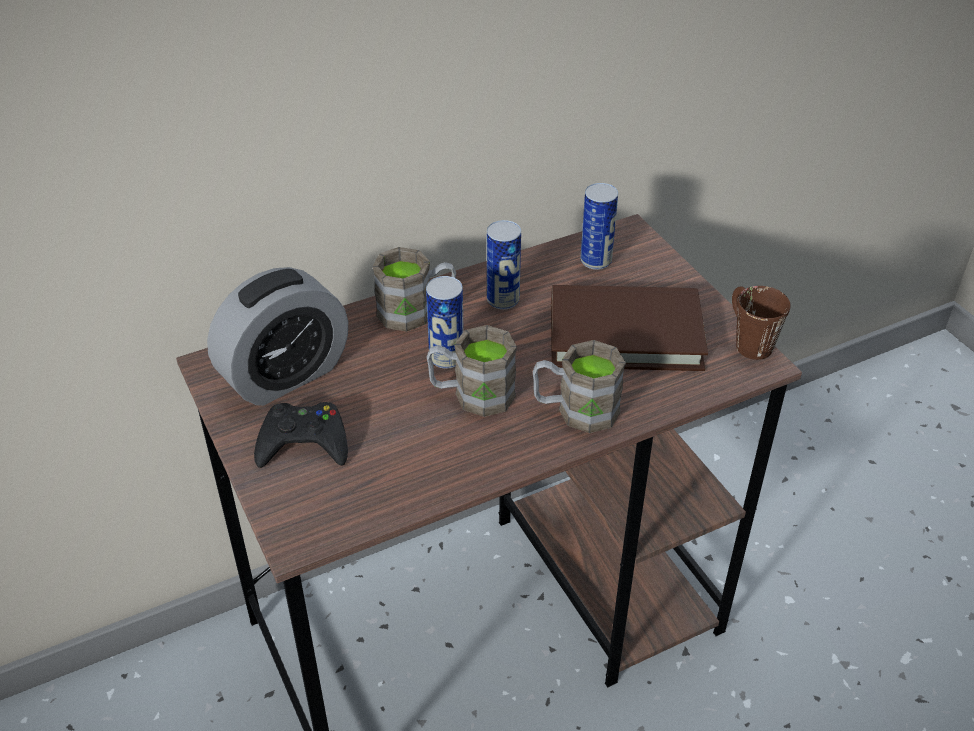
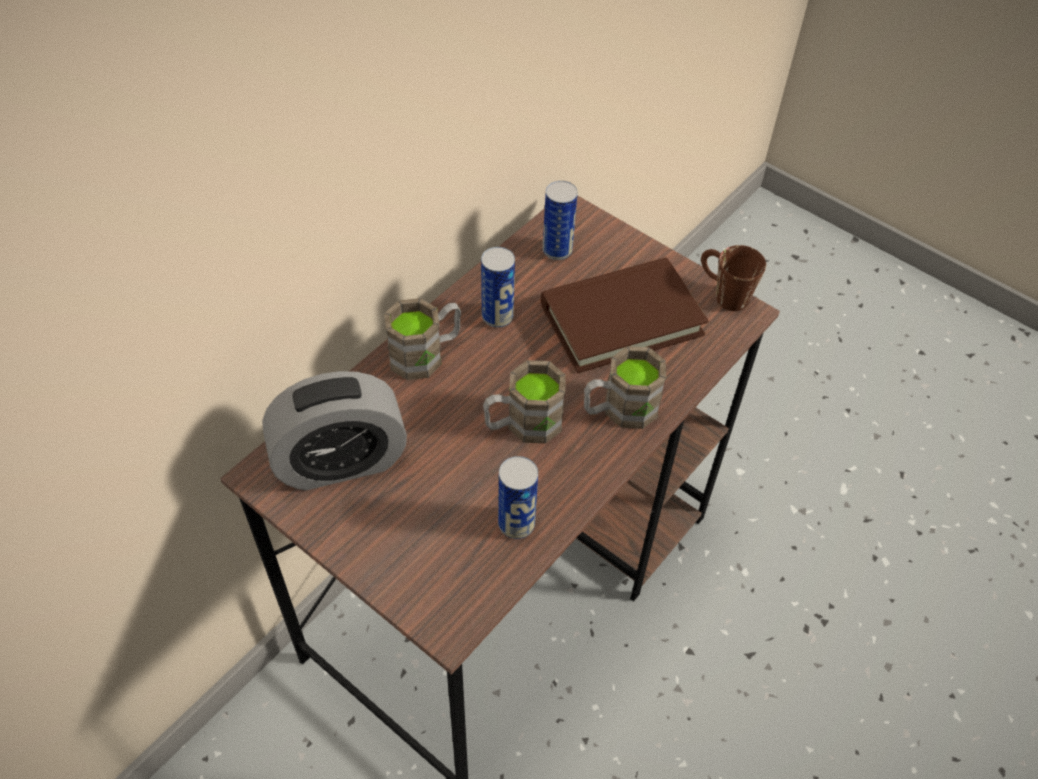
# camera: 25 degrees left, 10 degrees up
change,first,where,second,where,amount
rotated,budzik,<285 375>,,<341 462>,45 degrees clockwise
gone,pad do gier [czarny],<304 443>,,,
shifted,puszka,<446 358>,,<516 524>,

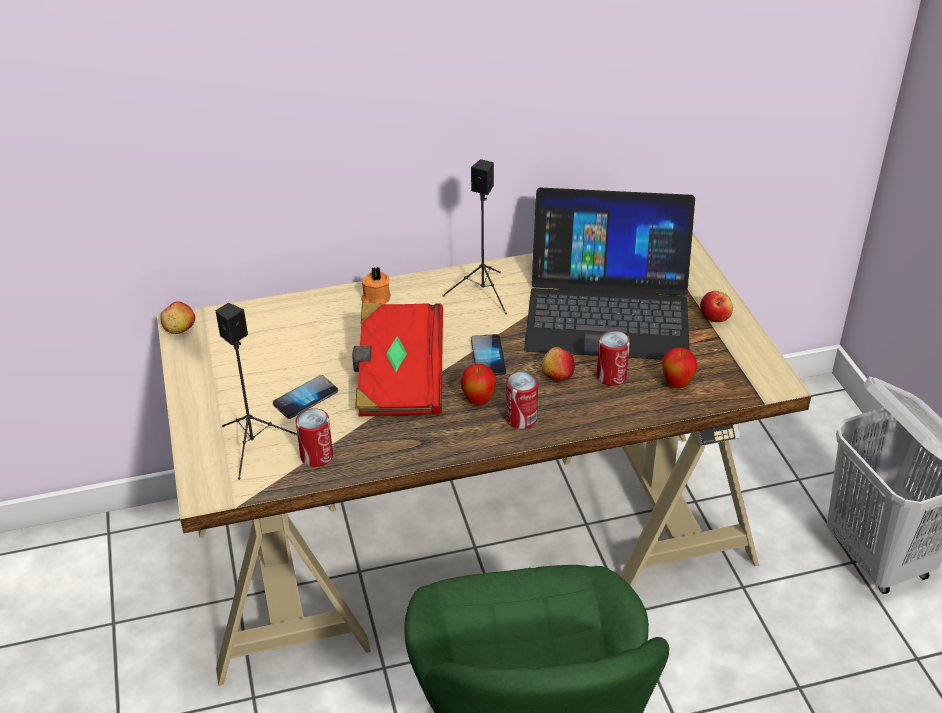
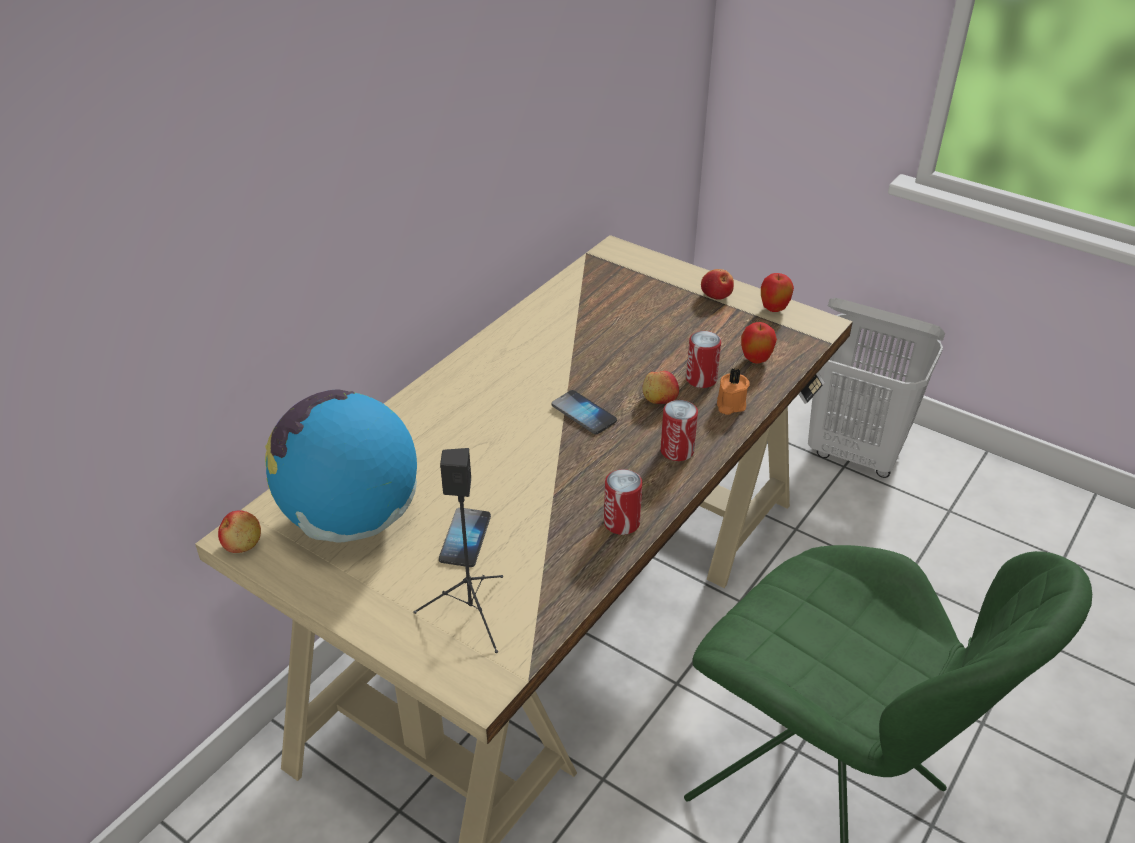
# camera: 40 degrees left, 0 degrees up
change,first,where,second,where,amount
shifted,puszka,<316 456>,,<621 522>,
gone,książka [czerwony],<398 379>,,,
shifted,świeca [pomarańczowy],<376 298>,,<729 405>,
gone,głośnik [czarny],<483 294>,,,
shifted,jabłko,<478 401>,,<774 309>,
gone,laptop,<608 309>,,,
new,,,globus,<352 519>,

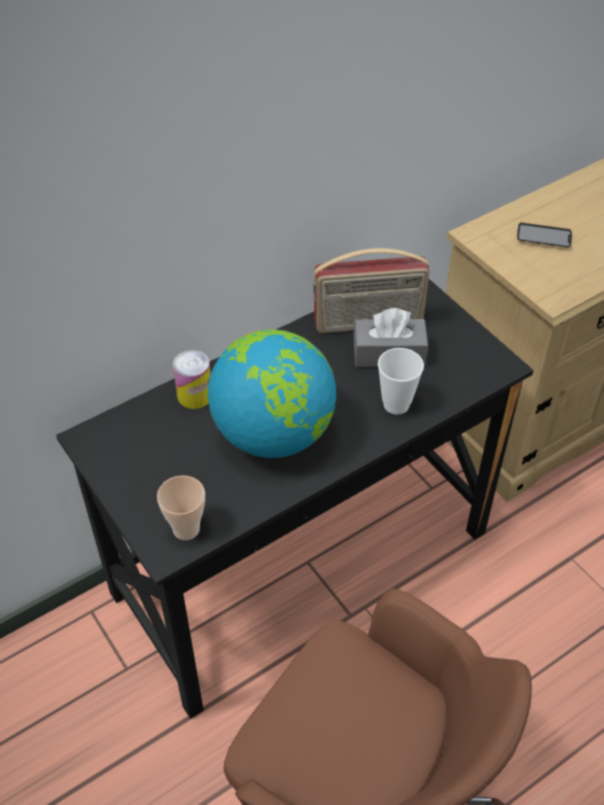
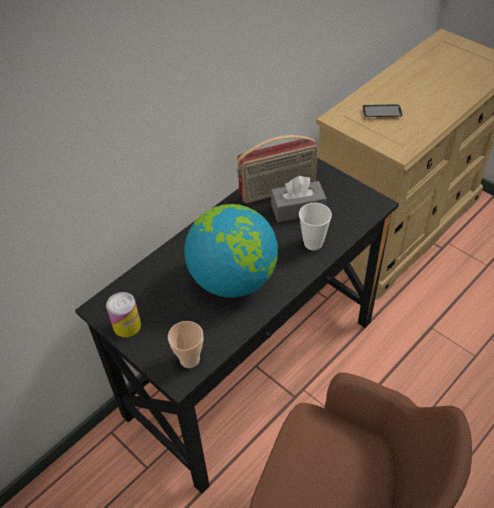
# camera: 10 degrees left, 0 degrees up
change,first,where,second,where,amount
shifted,puszka,<195 395>,,<127 325>,

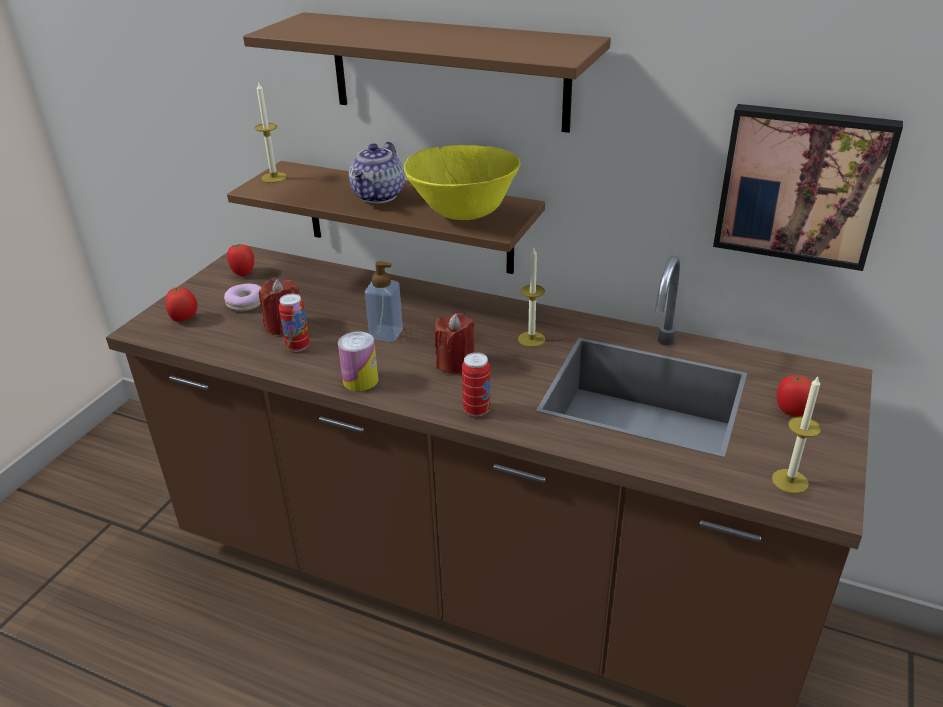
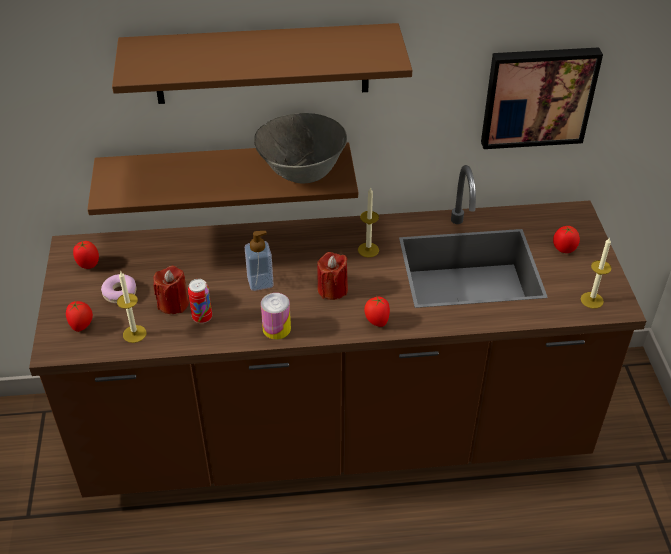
# camera: 30 degrees left, 10 degrees up
change,first,where,second,where,amount
shifted,świeca,<274 177>,,<134 334>,
gone,imbryk,<379 196>,,,
repainted,miska [żółty],<463 214>,miska [szary],<302 173>,
swapped,puszka,<476 410>,pomidor,<376 321>,

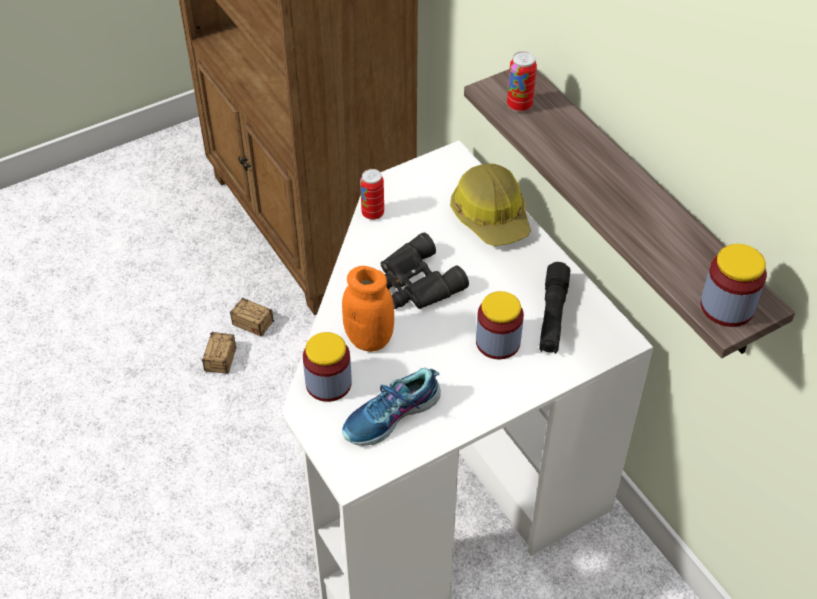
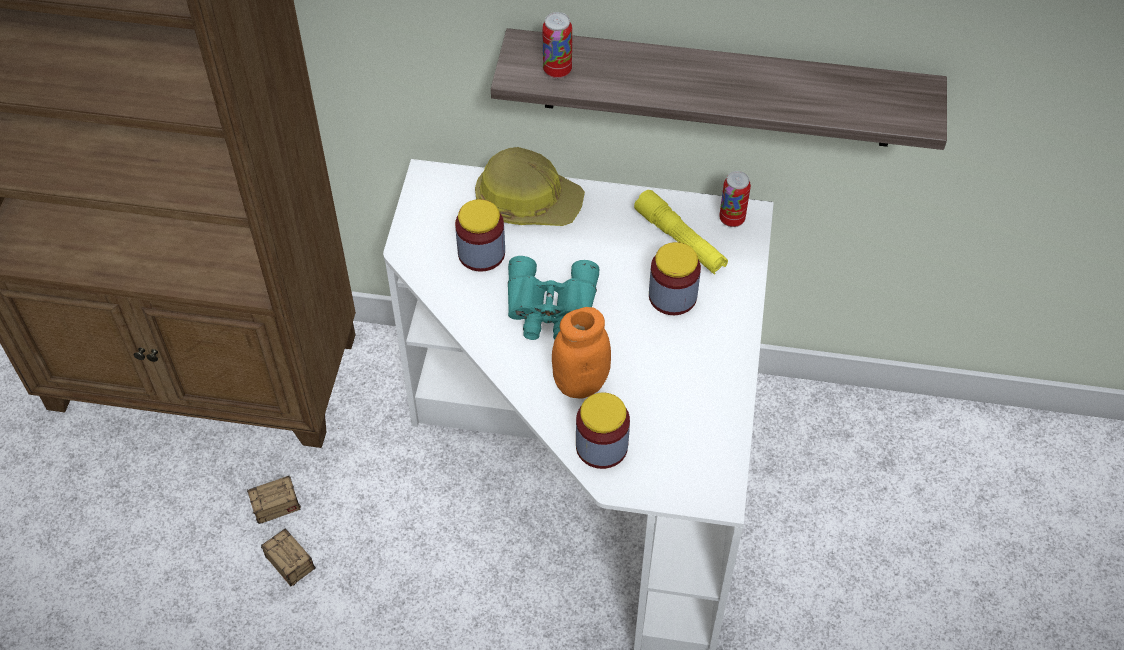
# camera: 50 degrees left, 5 degrees up
change,first,where,second,where,amount
gone,but,<392 416>,,,
shifted,puszka,<373 213>,,<732 219>,
repainted,lornetka [czarny],<415 284>,lornetka [turkusowy],<550 308>,
repainted,latarka [czarny],<552 315>,latarka [żółty],<680 240>,
shifted,słoik,<727 306>,,<481 253>,

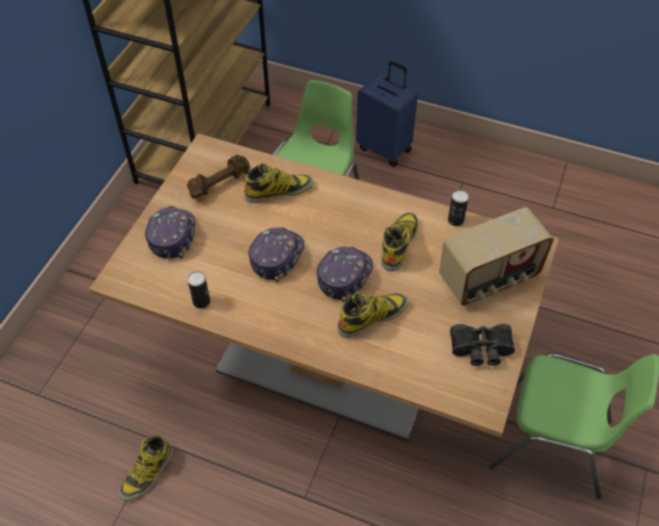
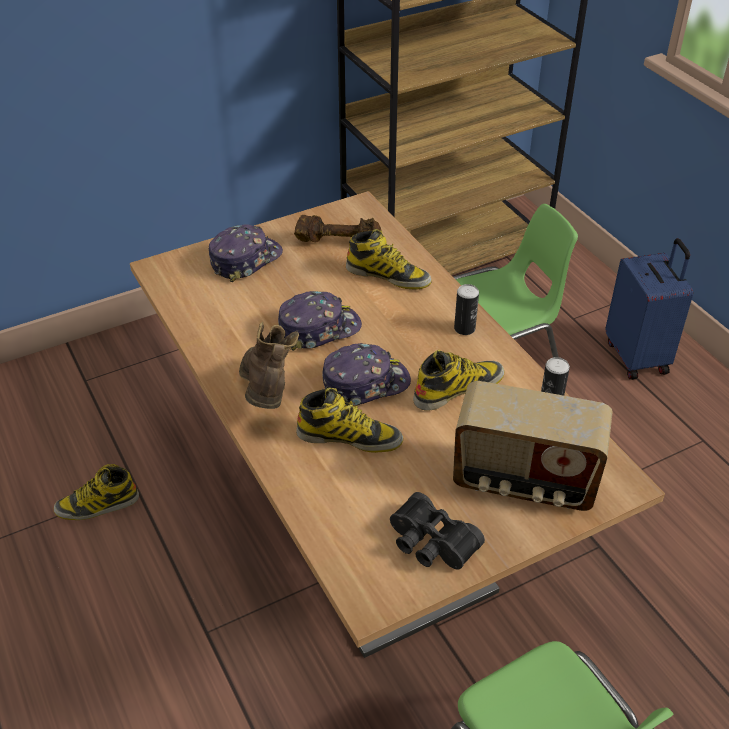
# camera: 40 degrees right, 10 degrees down
change,first,where,second,where,amount
shifted,puszka,<201 301>,,<464 328>,
new,,,but z cholewką [brązowy],<267 396>,

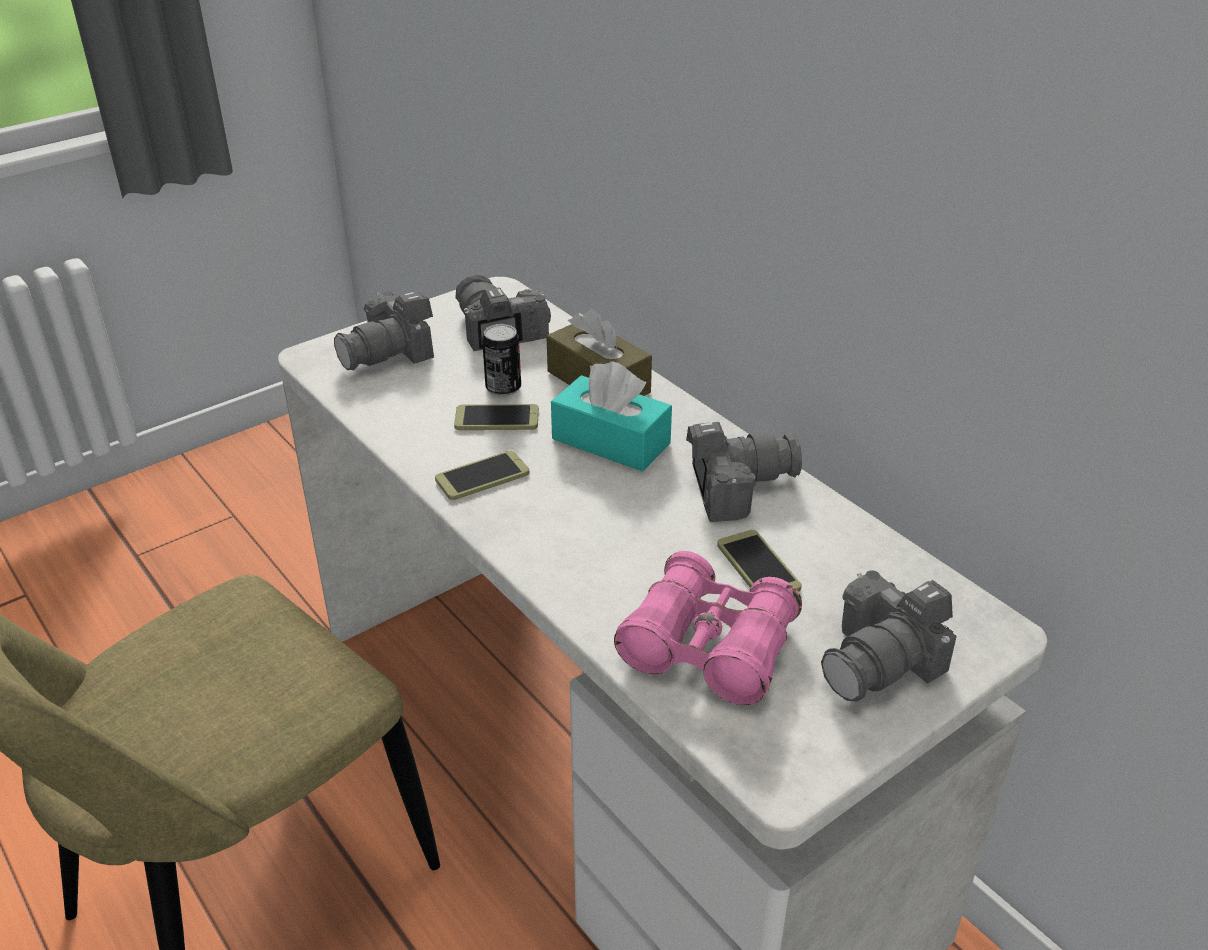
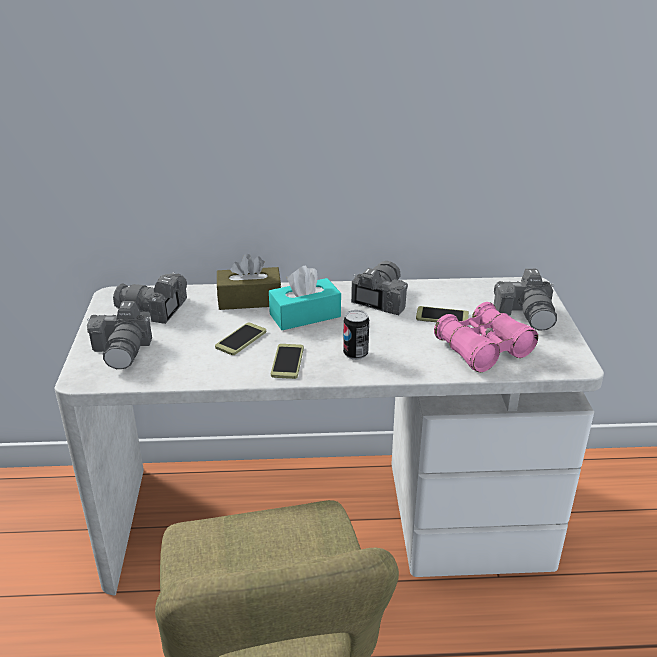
# camera: 55 degrees left, 5 degrees down
change,first,where,second,where,amount
shifted,puszka,<503 388>,,<355 354>,

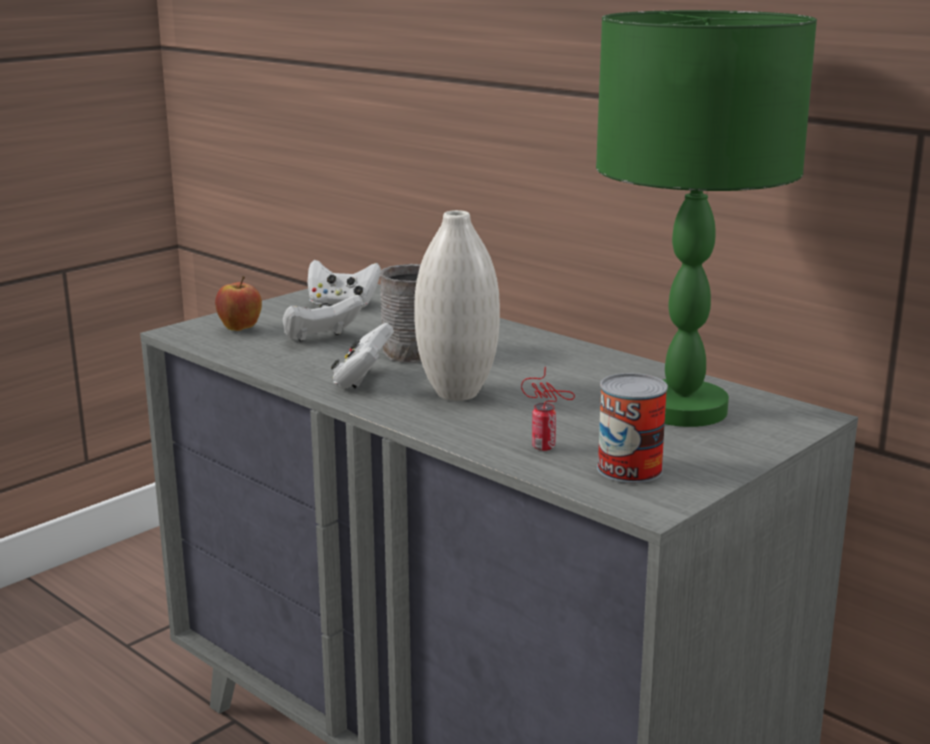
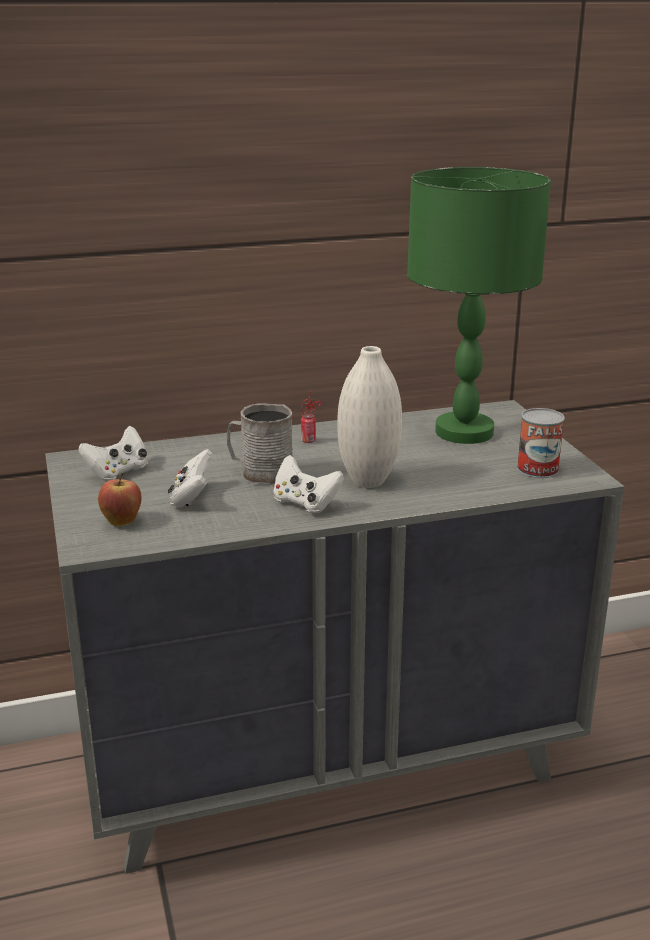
# camera: 60 degrees left, 5 degrees up
change,first,where,second,where,amount
shifted,puszka,<546 447>,,<309 440>,

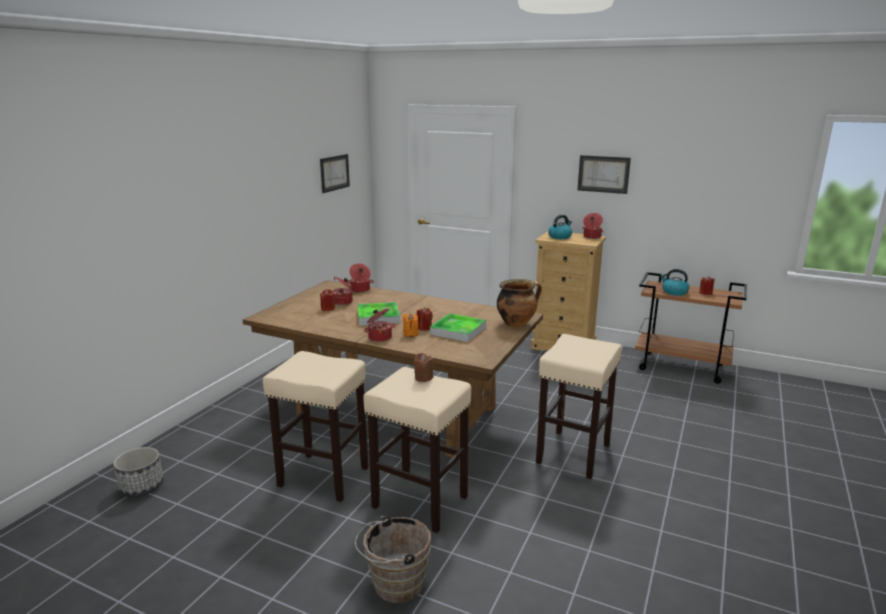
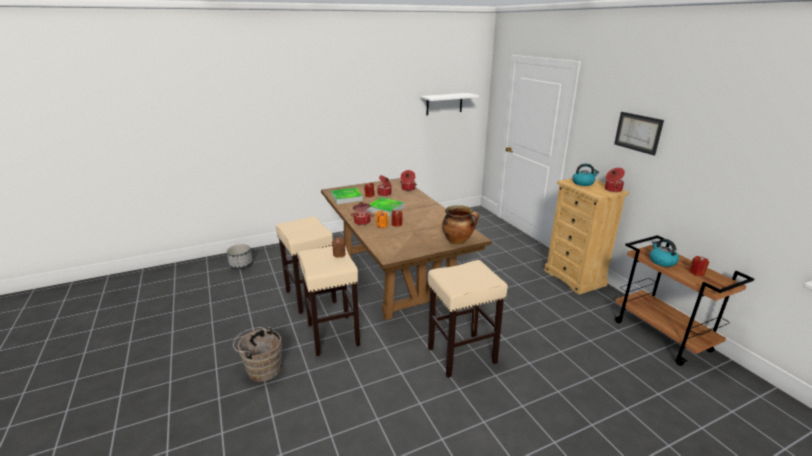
# camera: 40 degrees right, 5 degrees up
change,first,where,second,where,amount
swapped,obraz,<334 173>,półka [biały],<444 103>,
shifted,taca,<458 331>,,<346 198>,

